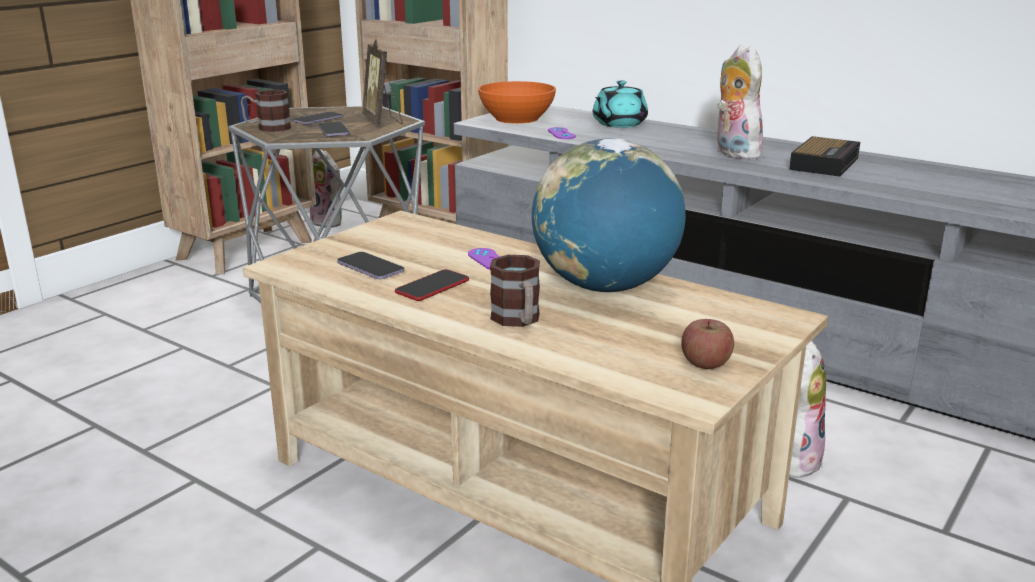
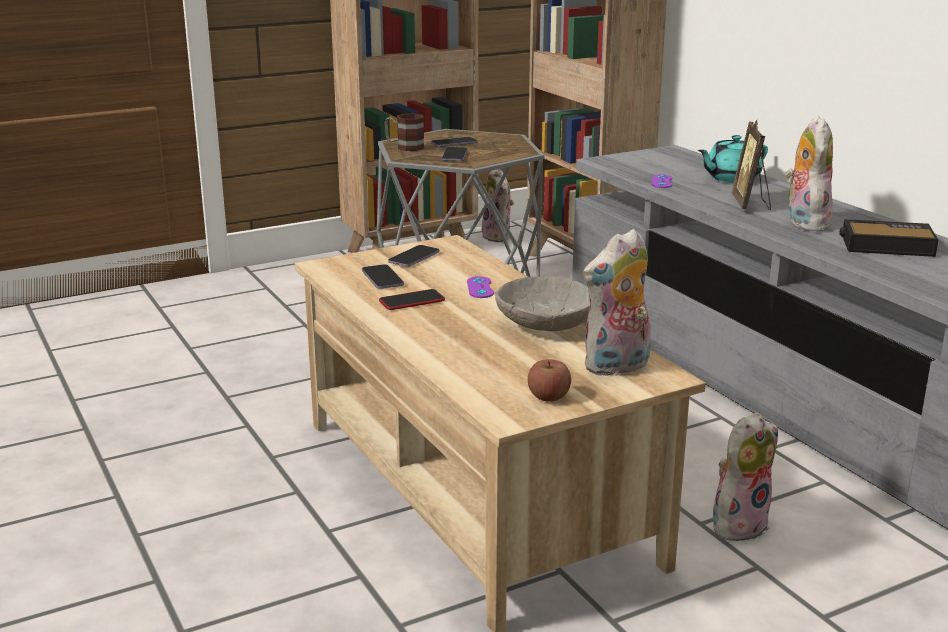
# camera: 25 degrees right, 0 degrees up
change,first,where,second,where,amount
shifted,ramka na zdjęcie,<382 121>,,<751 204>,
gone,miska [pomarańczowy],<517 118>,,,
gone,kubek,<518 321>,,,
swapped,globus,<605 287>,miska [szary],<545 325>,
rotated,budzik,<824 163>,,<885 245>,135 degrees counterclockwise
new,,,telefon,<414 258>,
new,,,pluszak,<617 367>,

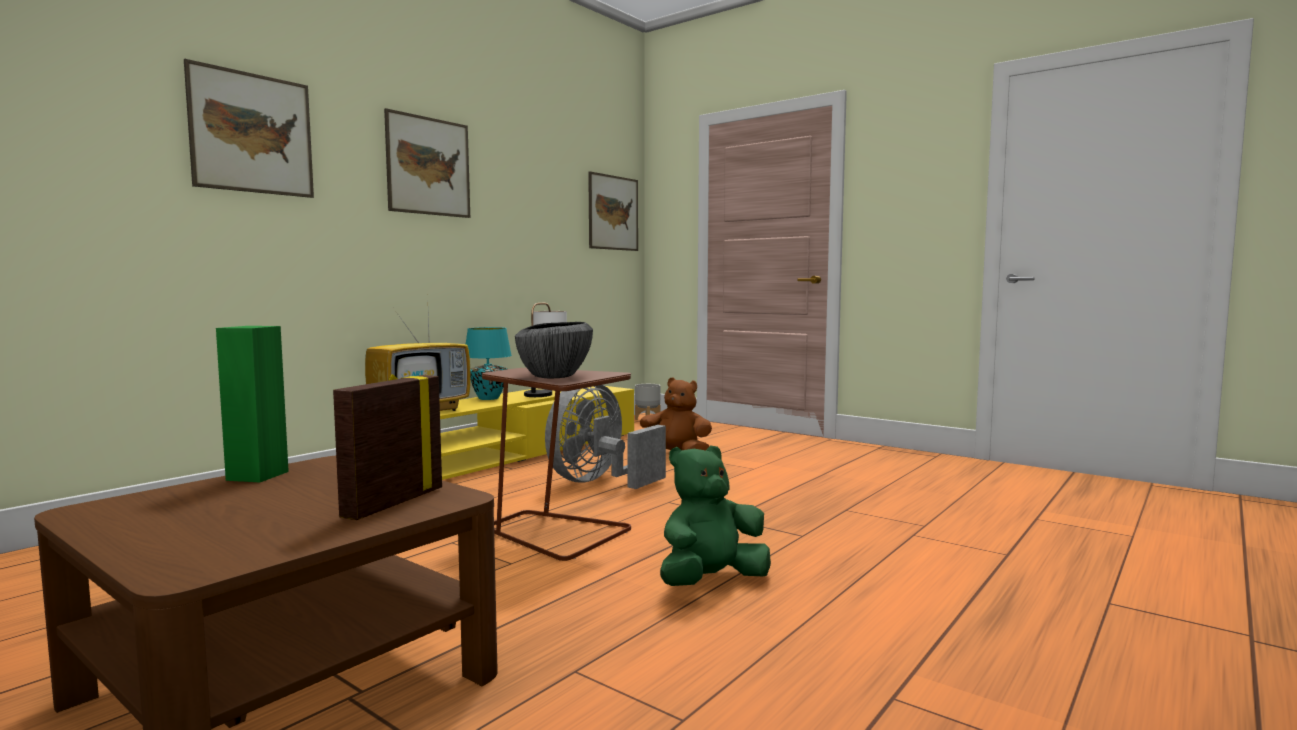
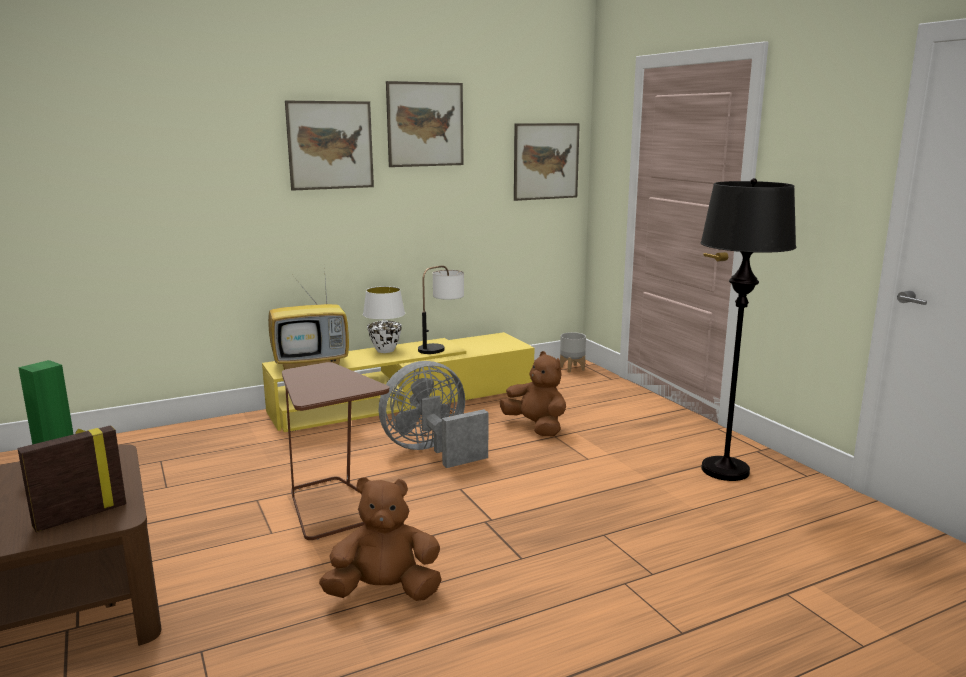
# camera: 25 degrees right, 10 degrees up
change,first,where,second,where,amount
shifted,obraz,<252 133>,,<425 124>,
repainted,lampa stołowa [turkusowy],<488 398>,lampa stołowa [biały],<385 350>,
gone,miska,<554 376>,,,
repainted,pluszak [zielony],<711 581>,pluszak [brązowy],<385 592>,
new,,,lampa stojąca [czarny],<725 470>,

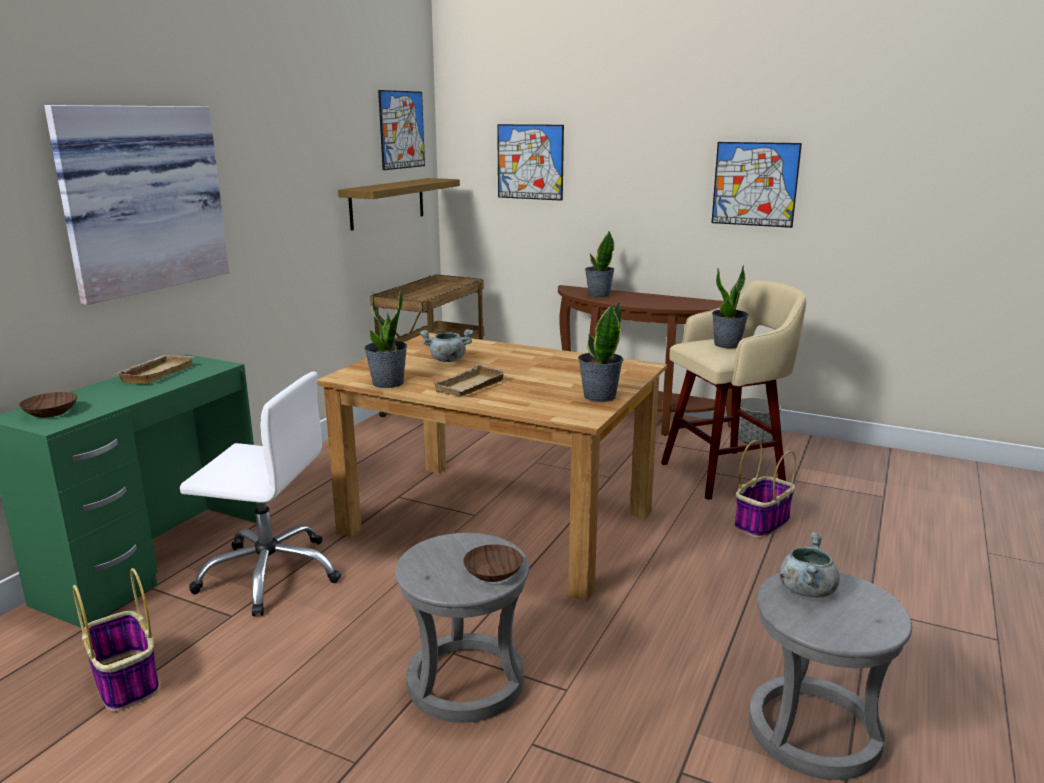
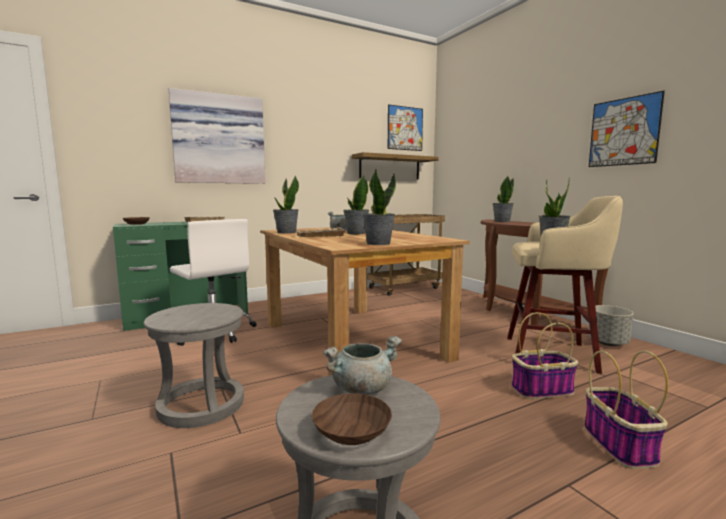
# camera: 35 degrees right, 10 degrees down
change,first,where,second,where,amount
shifted,koszyk,<126 681>,,<620 445>,
shifted,miska [brązowy],<492 572>,,<352 431>,
gone,obraz,<530 162>,,,
new,,,roślina doniczkowa,<356 233>,

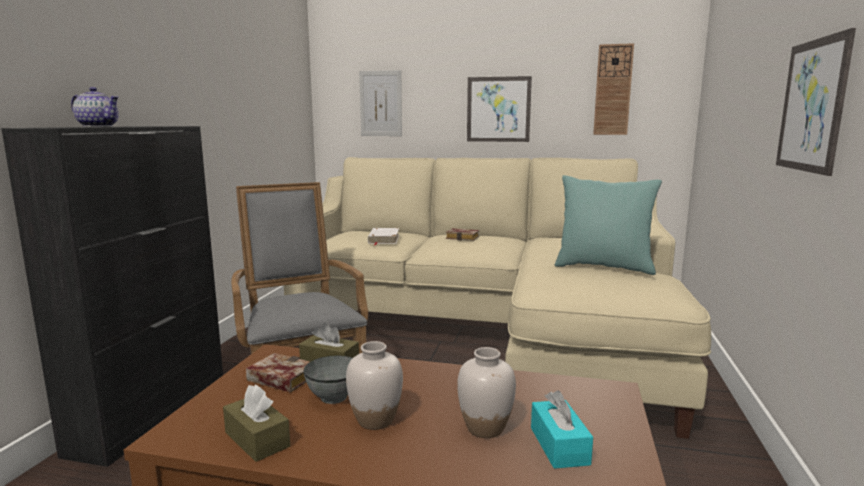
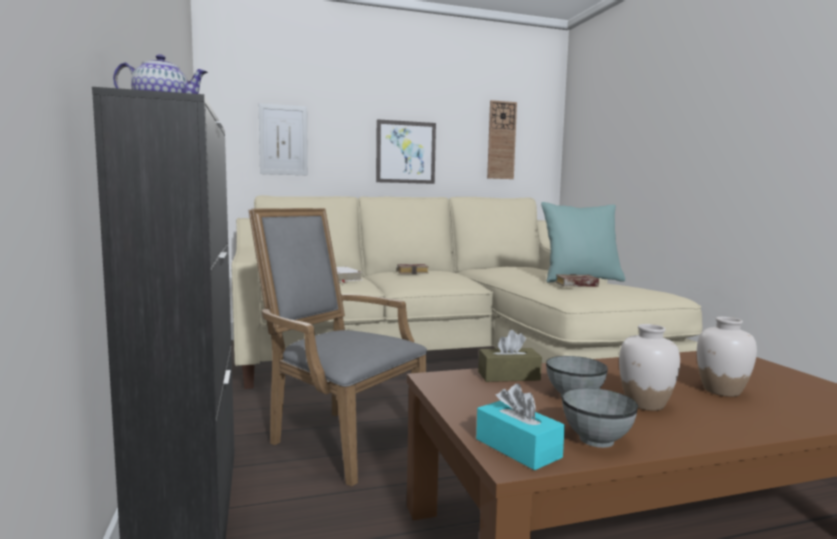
# camera: 30 degrees left, 5 degrees down
change,first,where,second,where,amount
swapped,pudełko chusteczek [brązowy],<257 439>,miska [szary],<595 440>,
shifted,książka,<279 379>,,<575 285>,
shifted,pudełko chusteczek [turkusowy],<559 446>,,<517 448>,
gone,obraz,<812 105>,,,

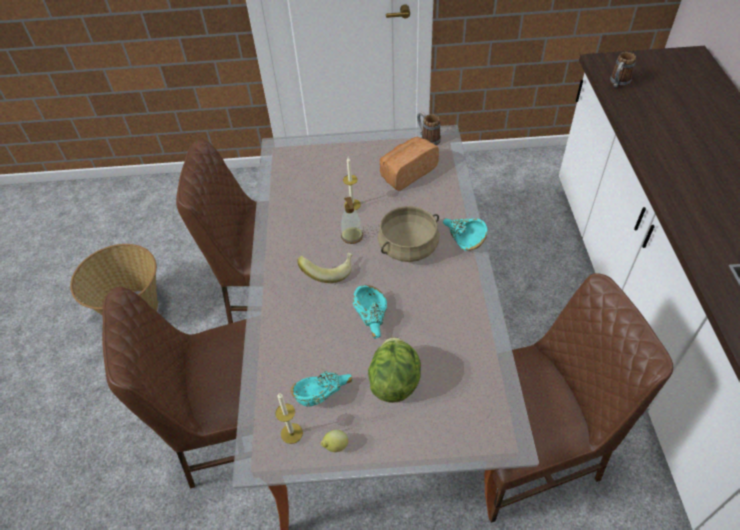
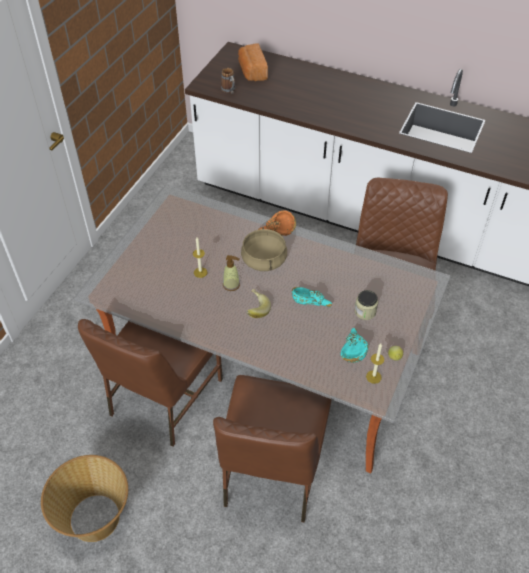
# camera: 65 degrees left, 0 degrees up
change,first,where,second,where,amount
swapped,sałata,<394 380>,słoik,<365 312>,
shifted,chleb,<407 172>,,<252 72>,
gone,kubek,<427 138>,,,
repainted,miska [turkusowy],<462 239>,miska [pomarańczowy],<277 232>,

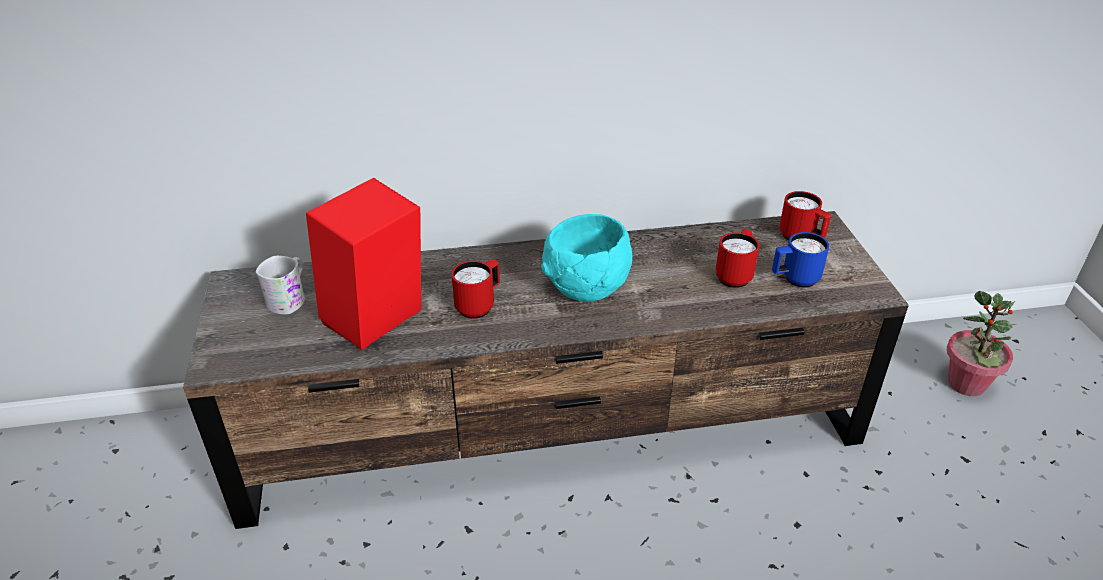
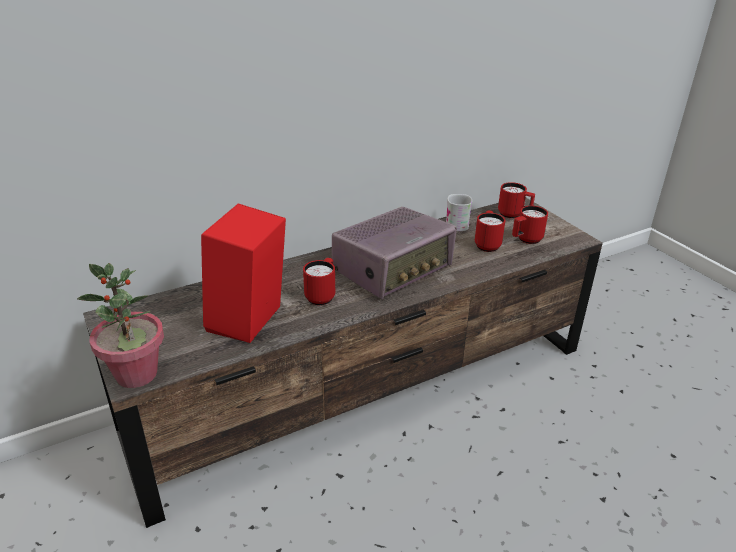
# camera: 20 degrees left, 5 degrees down
change,first,where,second,where,amount
shifted,kubek [biały],<290 299>,,<456 224>,
swapped,miska [turkusowy],<587 287>,radio,<393 269>,
repainted,kubek [niebieski],<794 279>,kubek [czerwony],<526 240>,
shifted,roślina doniczkowa,<966 384>,,<136 374>,

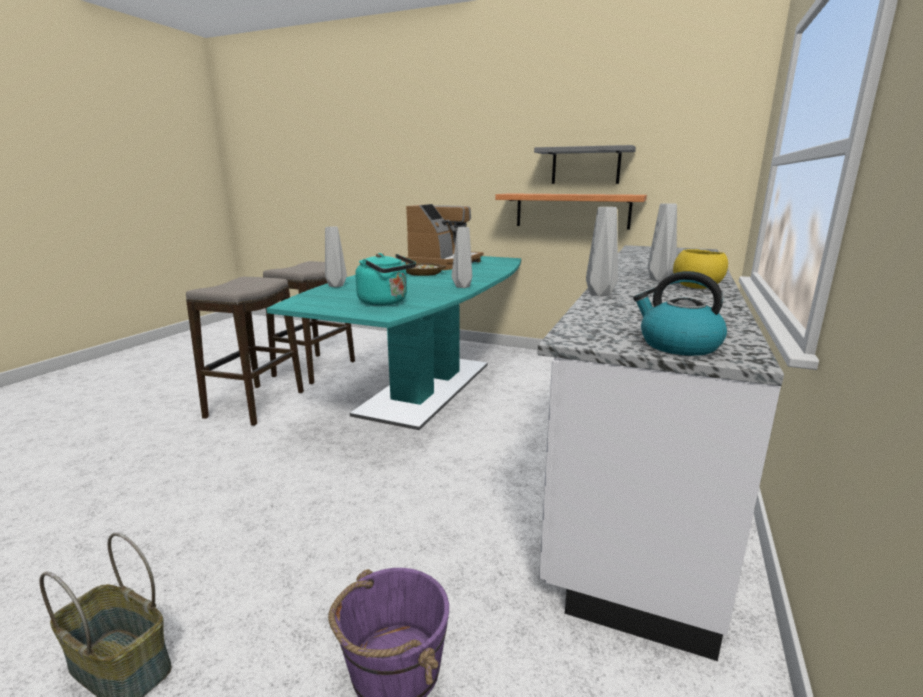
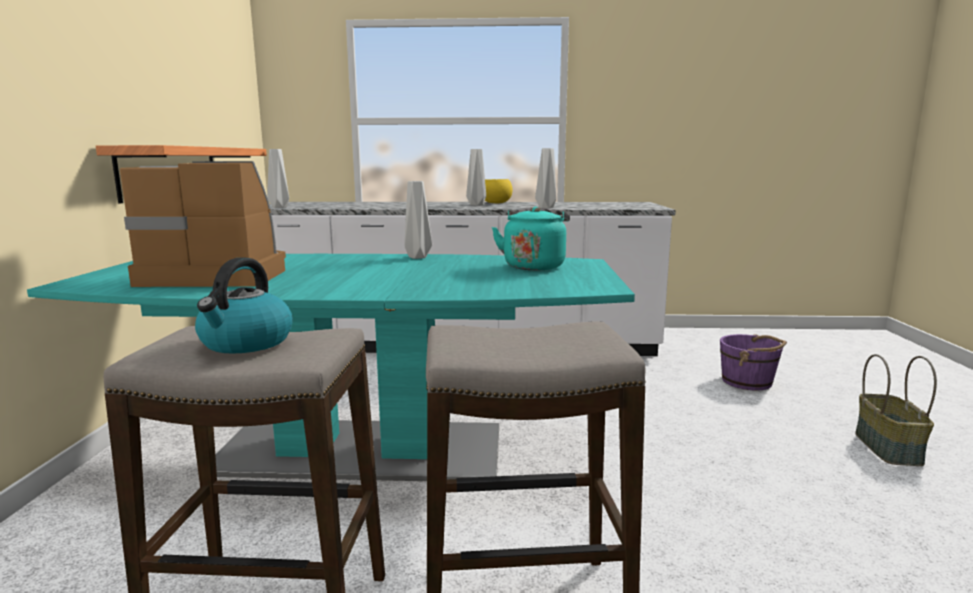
# camera: 110 degrees left, 5 degrees down
change,first,where,second,where,amount
shifted,wazon [szary],<336 286>,,<280 207>,
gone,miska,<423 273>,,,
gone,półka [szary],<585 166>,,,
shifted,czajnik,<677 345>,,<246 343>,

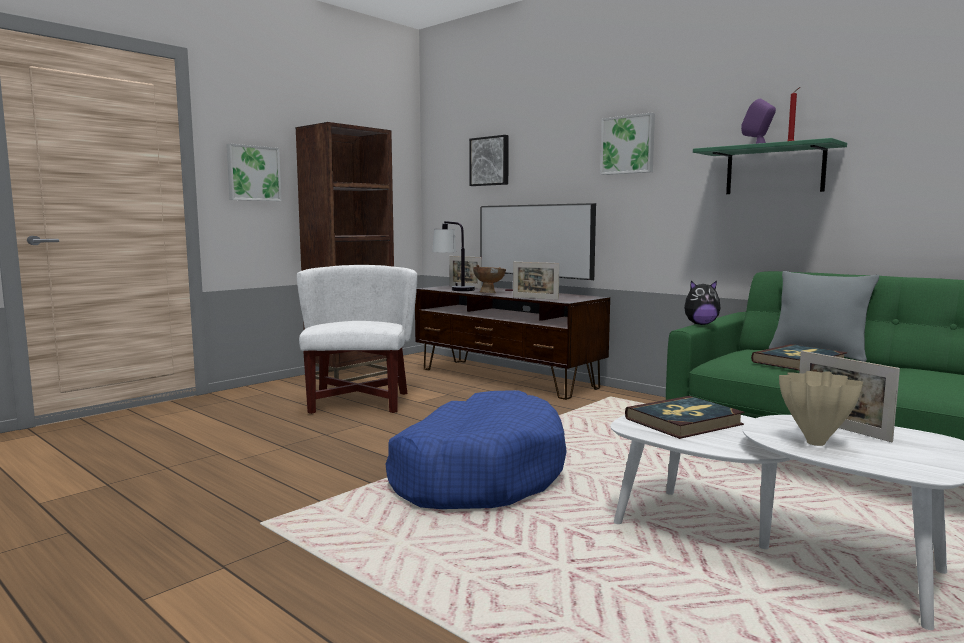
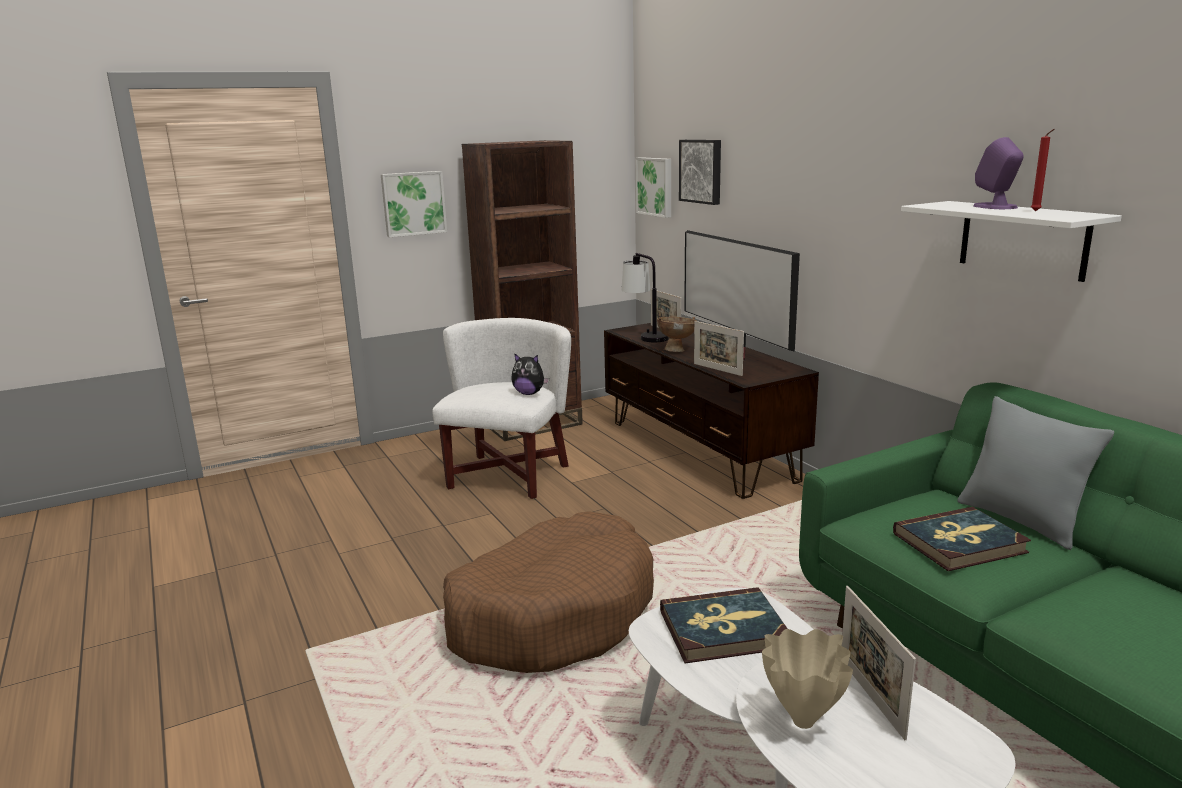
# camera: 20 degrees right, 10 degrees up
change,first,where,second,where,amount
repainted,legowisko [niebieski],<477 474>,legowisko [brązowy],<552 614>,
shifted,obraz,<628 145>,,<655 186>,
shifted,pluszak,<700 324>,,<529 393>,
repainted,półka [zielony],<774 170>,półka [biały],<1022 239>,

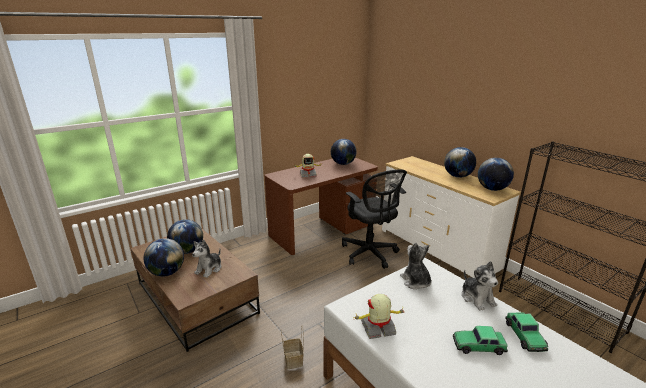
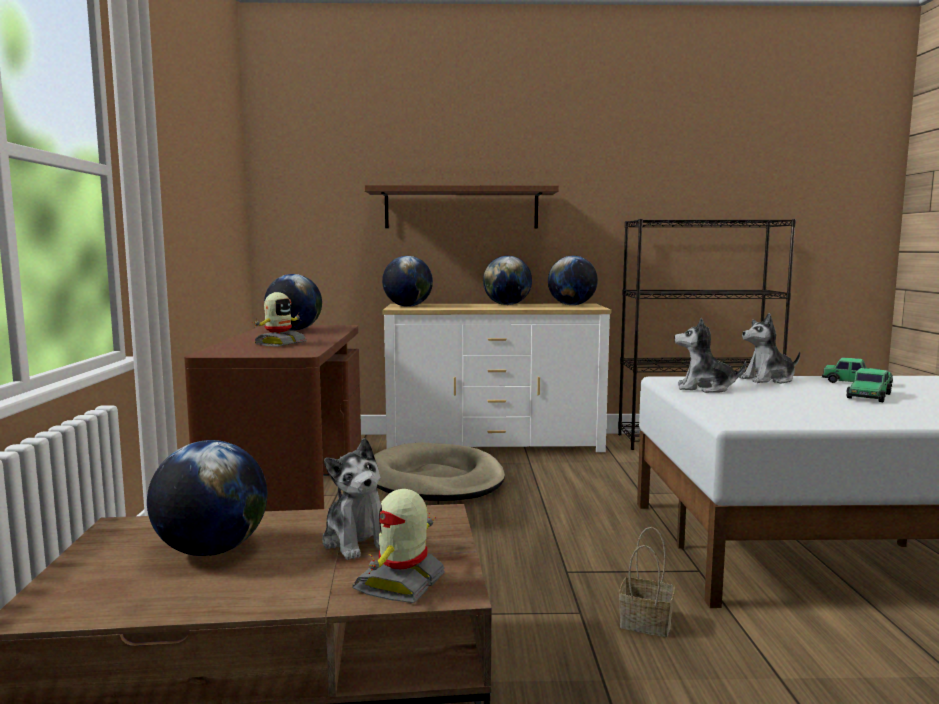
# camera: 55 degrees left, 15 degrees down
change,first,where,second,where,amount
shifted,globus,<167 273>,,<407 306>,
swapped,krzesło biurowe [czarny],<370 254>,legowisko [beżowy],<435 480>,
shifted,robot zabawkowy,<378 328>,,<402 584>,
rotated,pluszak,<477 298>,,<768 379>,150 degrees clockwise
new,,,półka [brązowy],<461 208>,

